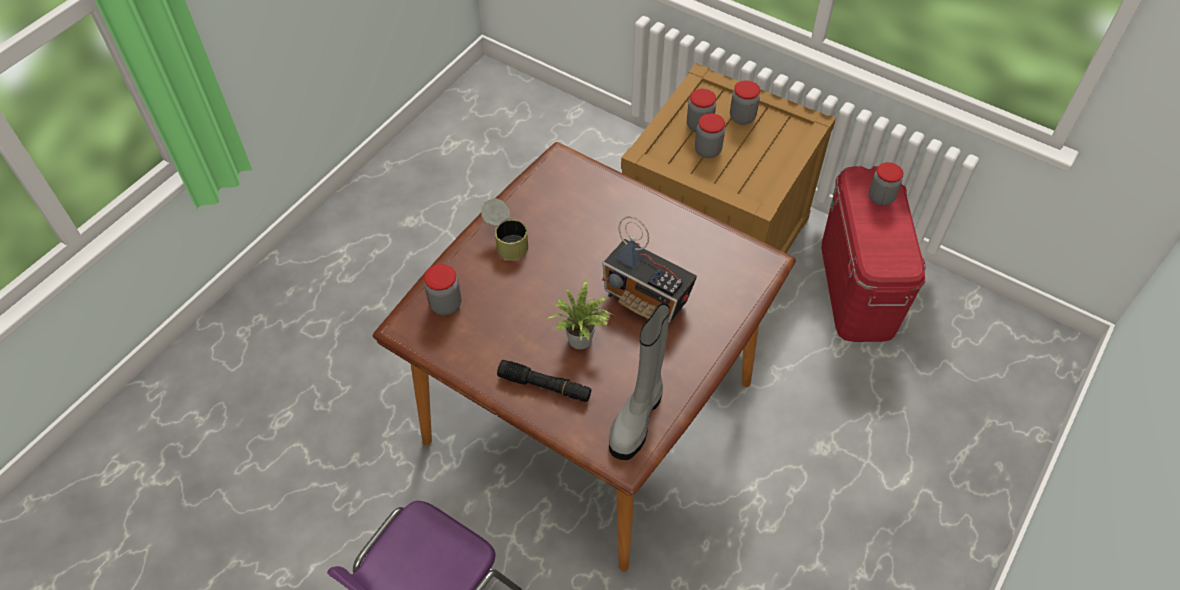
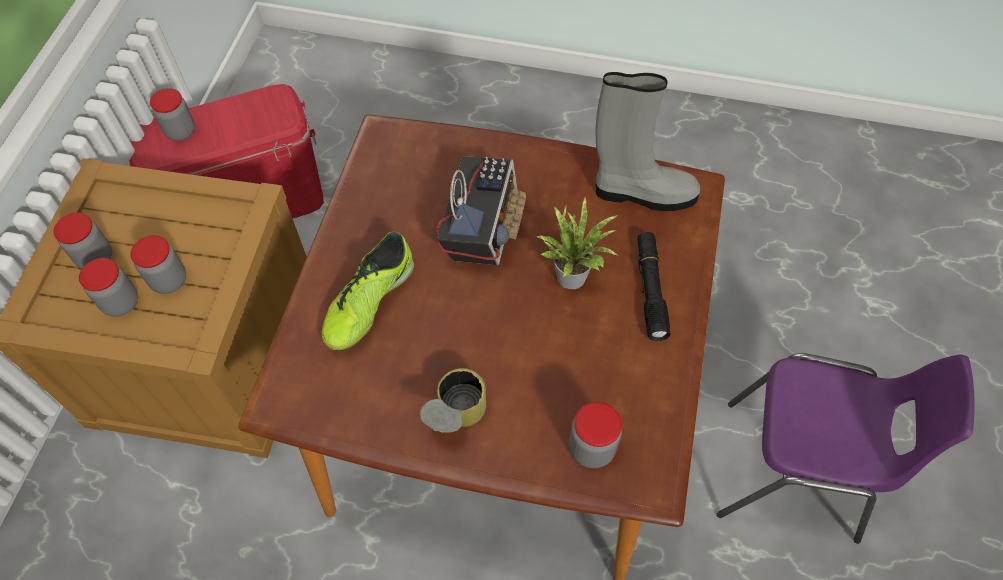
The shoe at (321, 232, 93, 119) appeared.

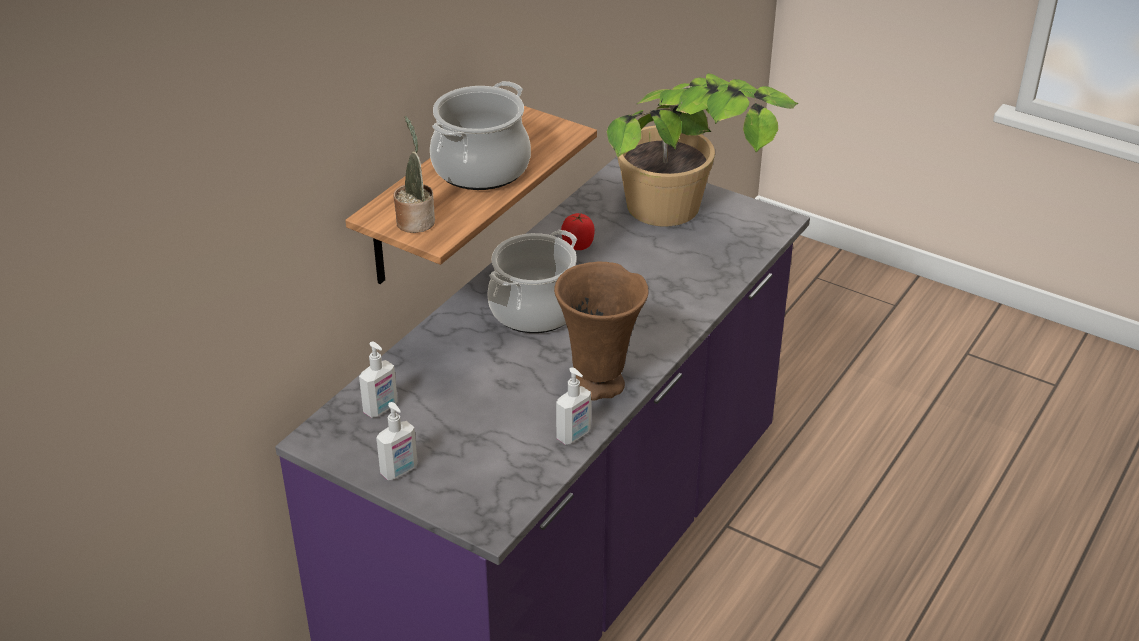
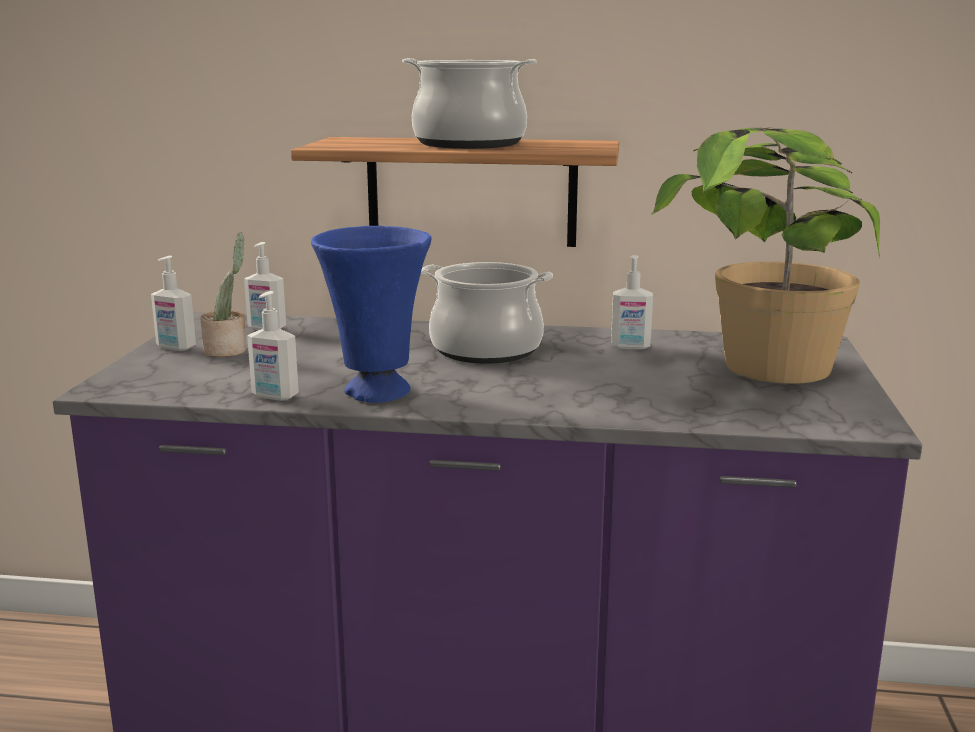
The potted plant moved from (393, 116, 42, 117) to (200, 233, 46, 124). The brown vase at (554, 262, 95, 139) became the blue vase at (311, 226, 121, 177). The tomato at (561, 213, 34, 37) was replaced by the soap dispenser at (611, 255, 42, 95).

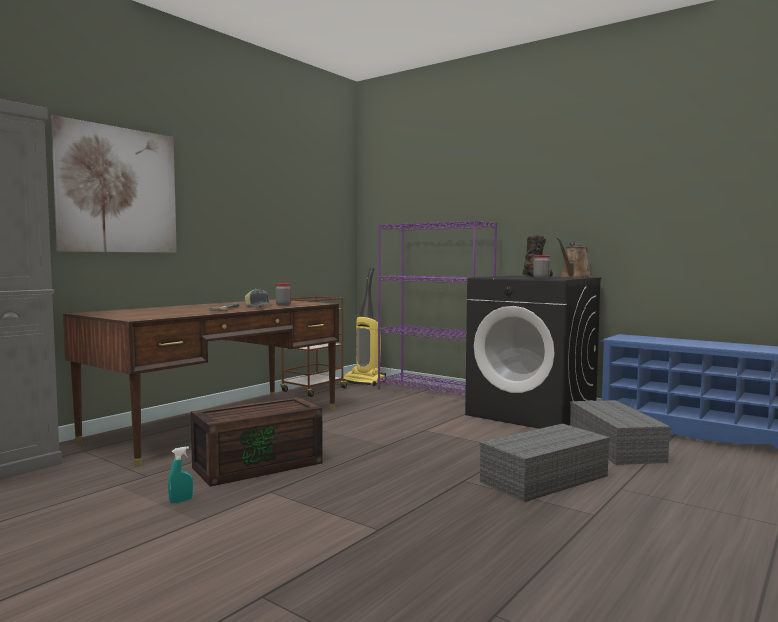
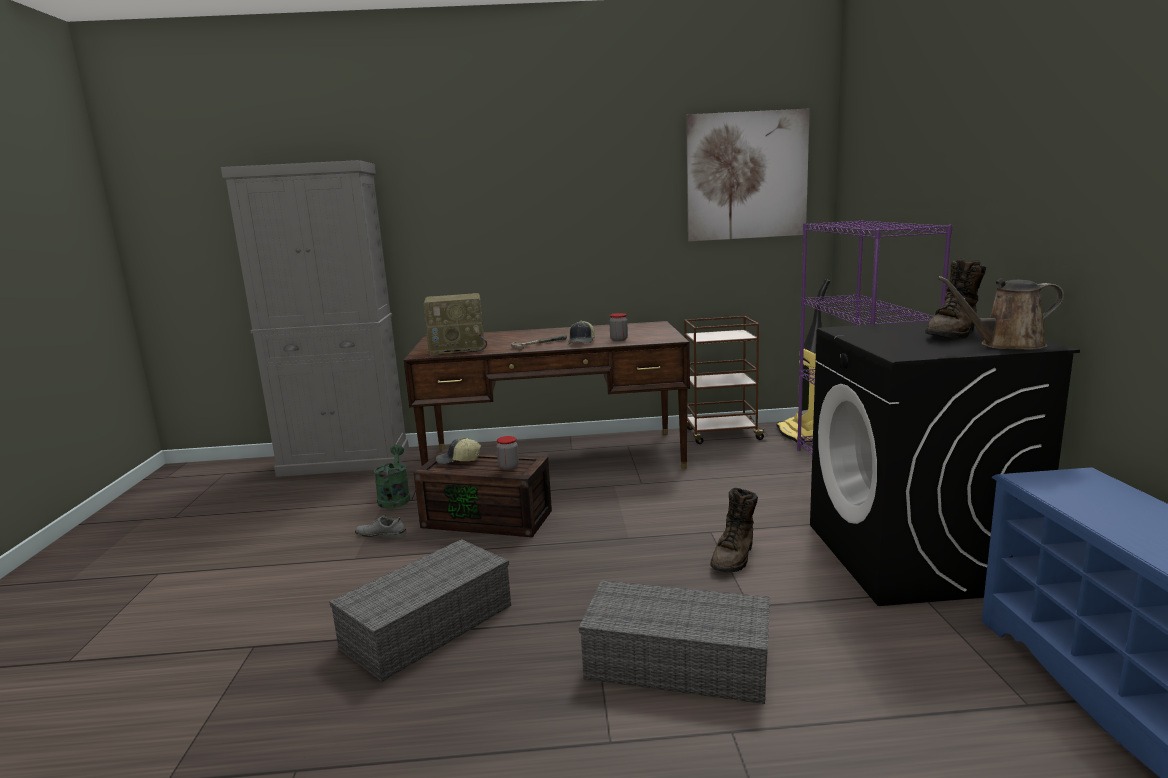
The picture moved from (51, 115, 126, 138) to (686, 109, 124, 132). The turquoise spray bottle at (168, 446, 25, 58) was replaced by the grey shoe at (355, 515, 52, 23). The jar moved from (533, 255, 17, 24) to (496, 436, 23, 34). The grey storage box moved from (570, 400, 101, 65) to (329, 539, 182, 143). The green watering can at (374, 445, 36, 63) appeared. The radio at (423, 293, 64, 63) appeared. The cap at (436, 438, 46, 26) appeared. The brown boot at (711, 488, 47, 85) appeared.

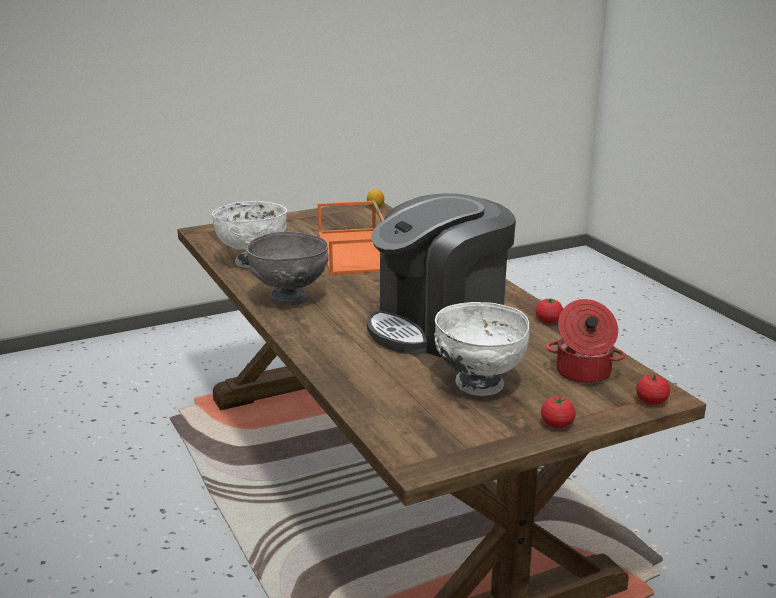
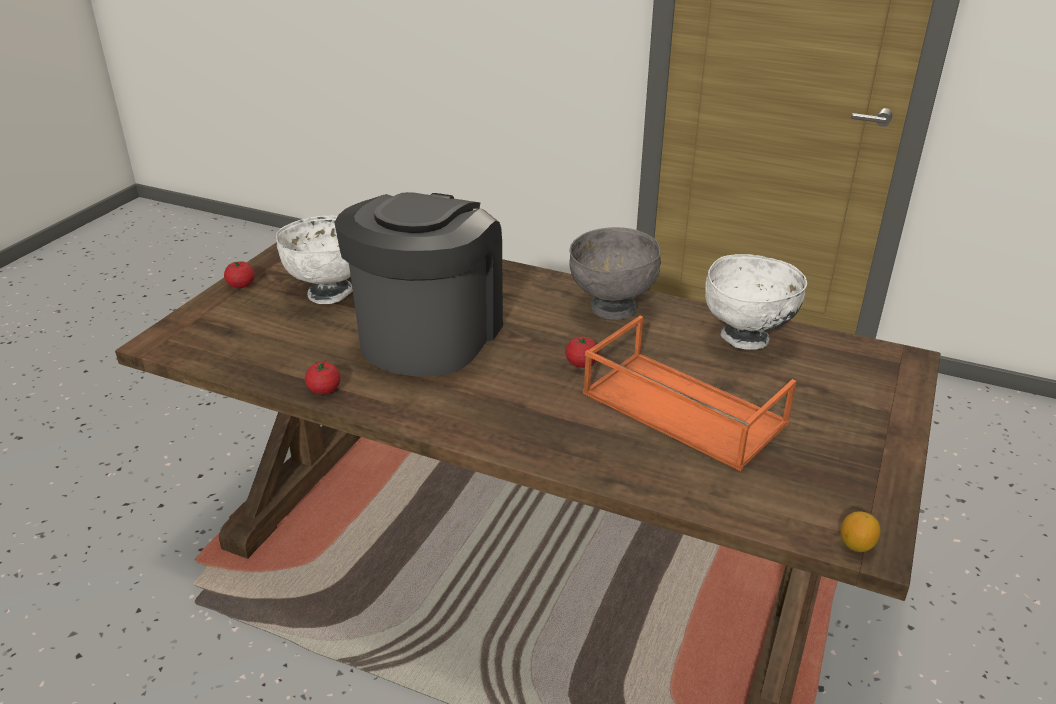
The cooking pot at (546, 299, 79, 85) disappeared. The tomato moved from (636, 373, 34, 32) to (565, 337, 34, 31).

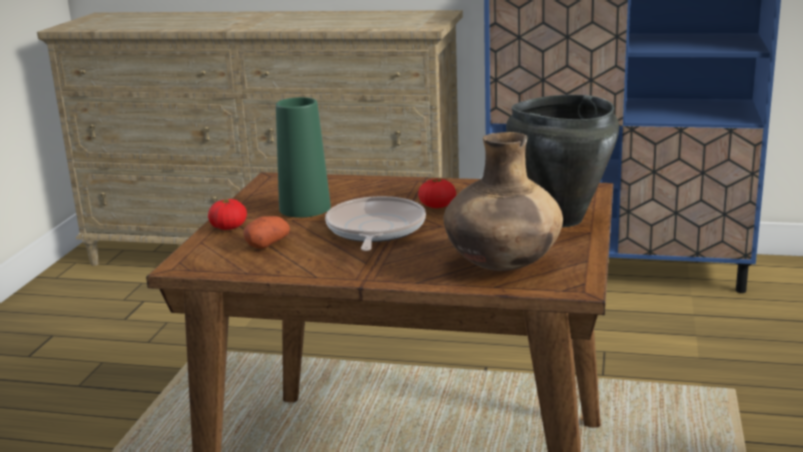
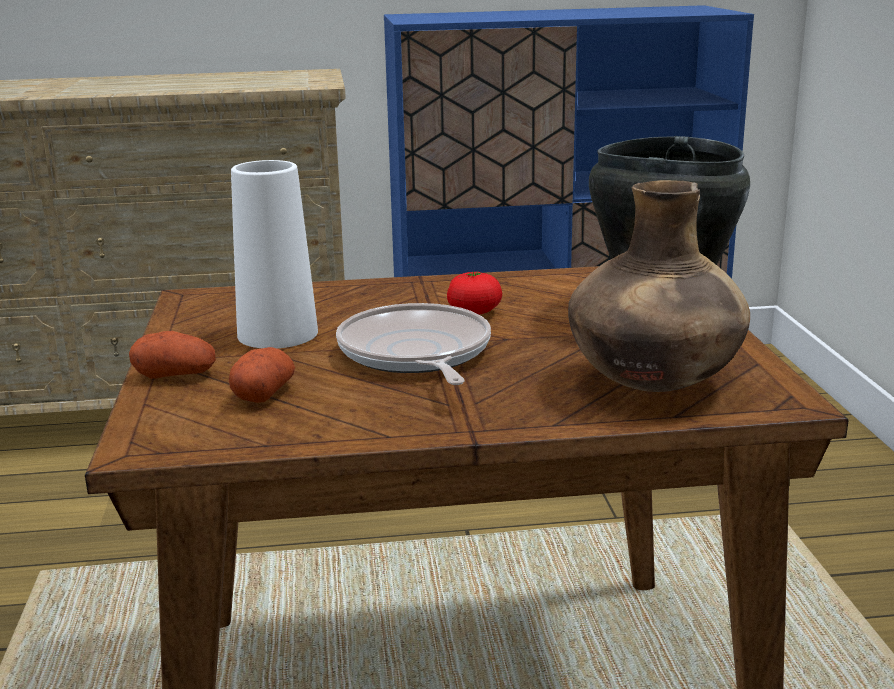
The tomato at (208, 199, 39, 31) was replaced by the potato at (129, 331, 87, 48). The green vase at (276, 97, 55, 121) became the white vase at (231, 160, 87, 188).

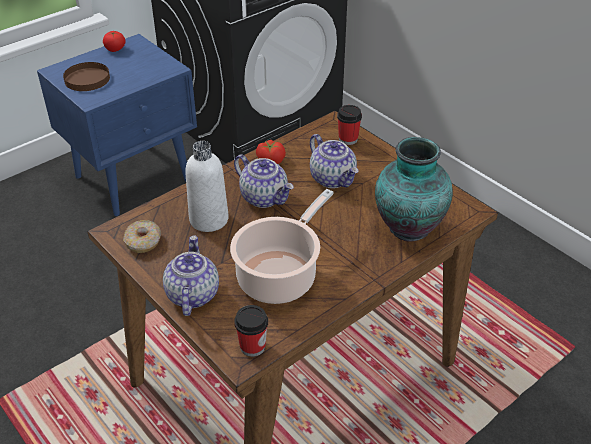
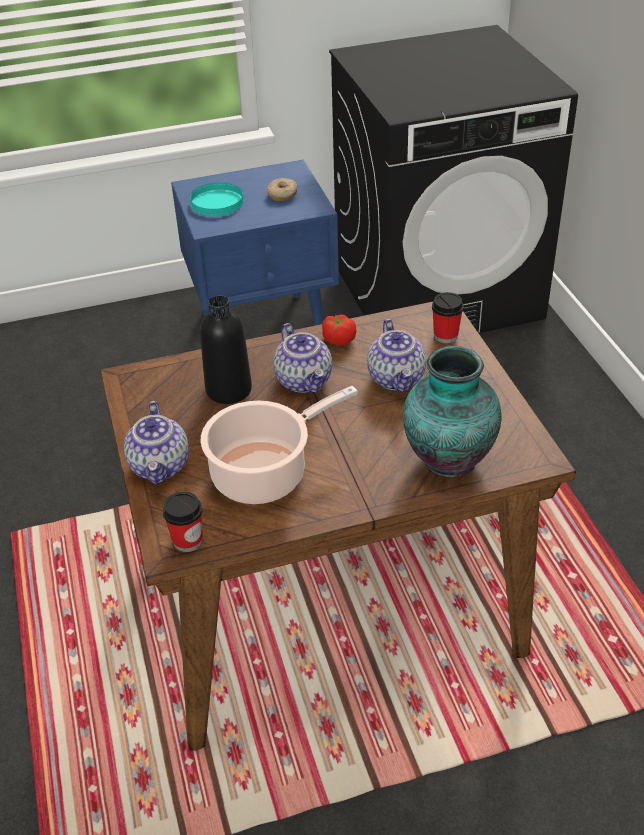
The brown plate at (63, 62, 47, 29) became the turquoise plate at (190, 182, 53, 34). The tomato at (103, 31, 23, 21) disappeared. The donut moved from (123, 220, 38, 33) to (266, 178, 32, 23). The teapot at (163, 235, 56, 81) turned 150 degrees clockwise. The white bottle at (185, 141, 44, 91) became the black bottle at (200, 295, 52, 109).

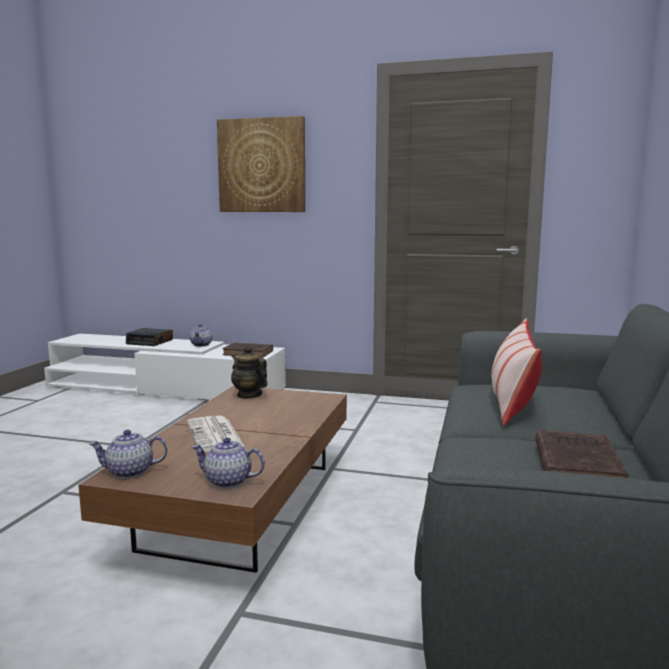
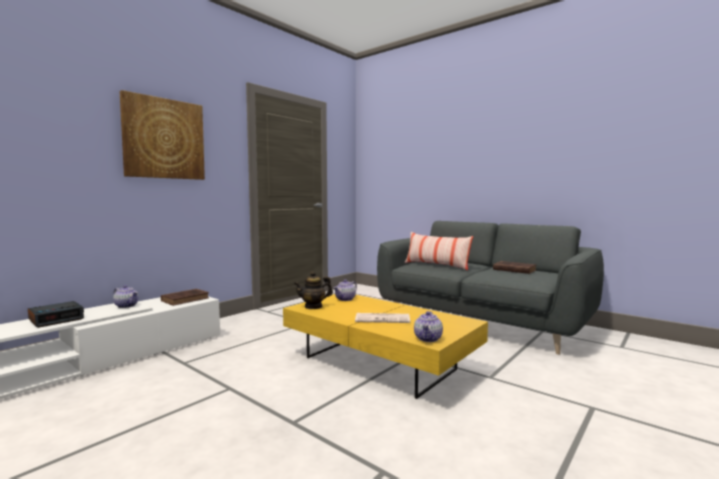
The brown coffee table at (78, 386, 269, 187) became the yellow coffee table at (283, 294, 205, 105). The teapot moved from (192, 437, 73, 51) to (333, 279, 24, 22).

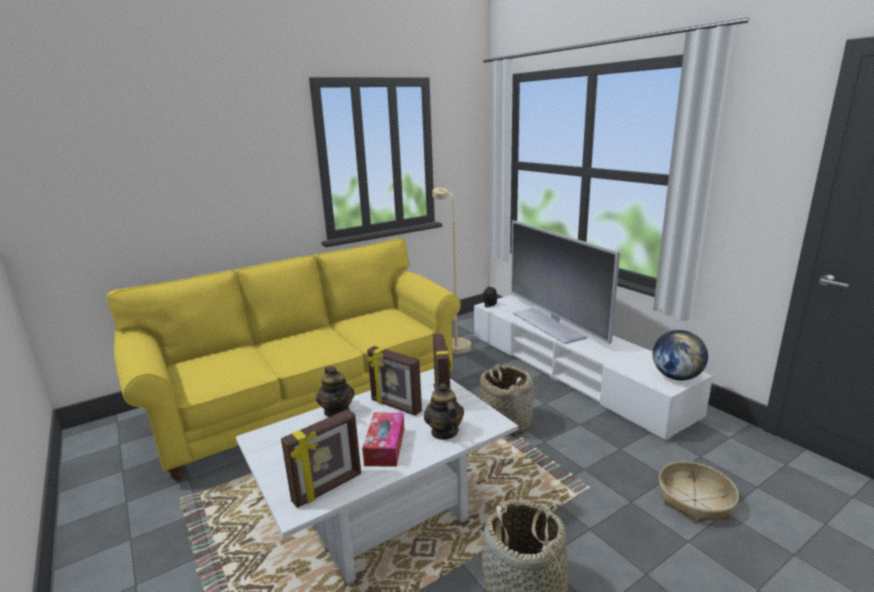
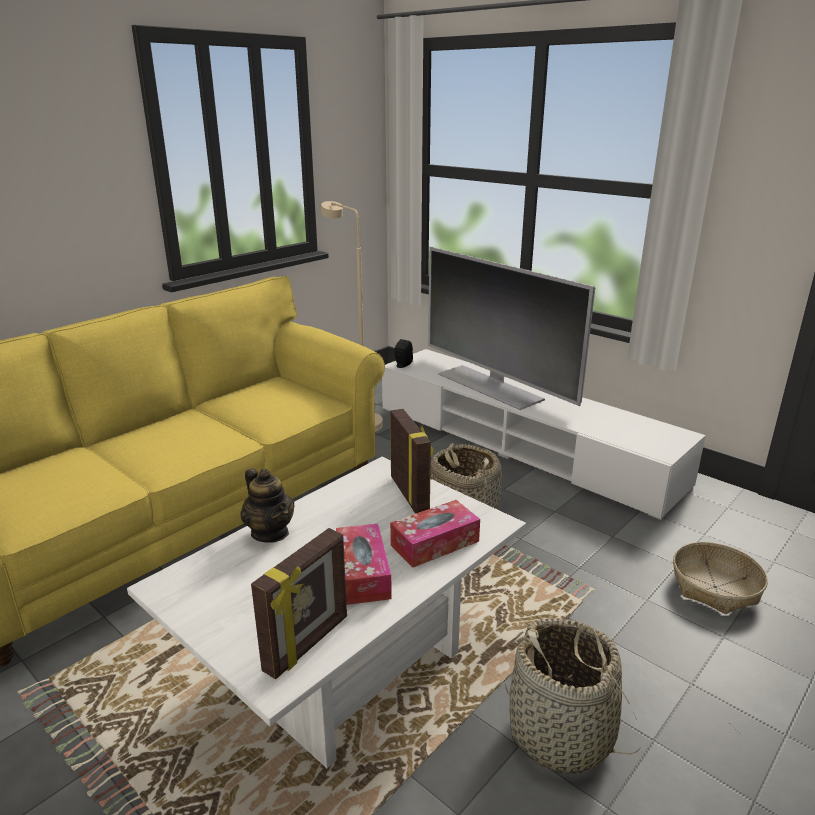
The picture frame at (367, 346, 55, 70) disappeared. The teapot at (424, 383, 40, 57) was replaced by the tissue box at (390, 500, 90, 68). The globe at (653, 330, 55, 50) disappeared.

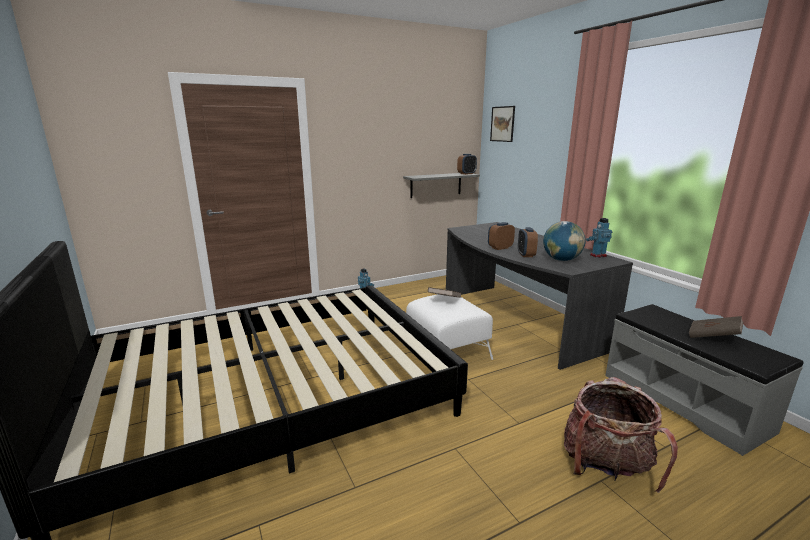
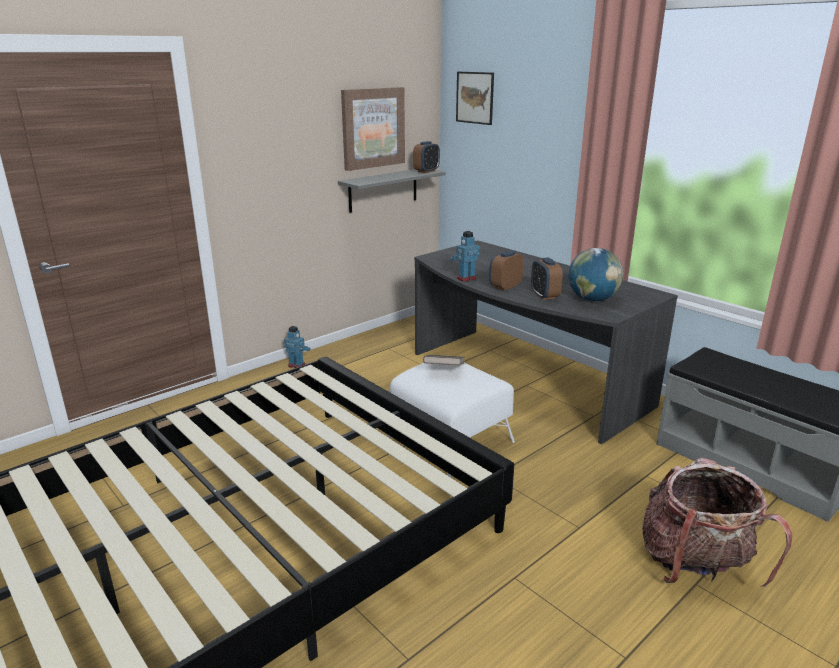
The toy robot moved from (586, 218, 26, 40) to (450, 231, 30, 51). The brown book at (689, 316, 54, 22) disappeared. The picture at (341, 87, 64, 84) appeared.

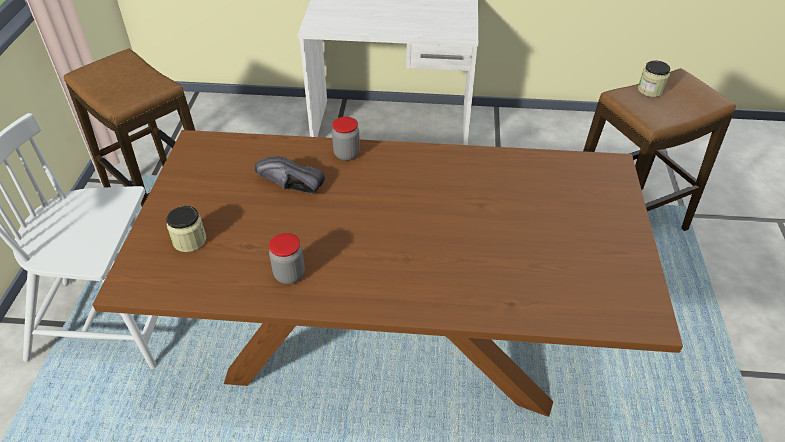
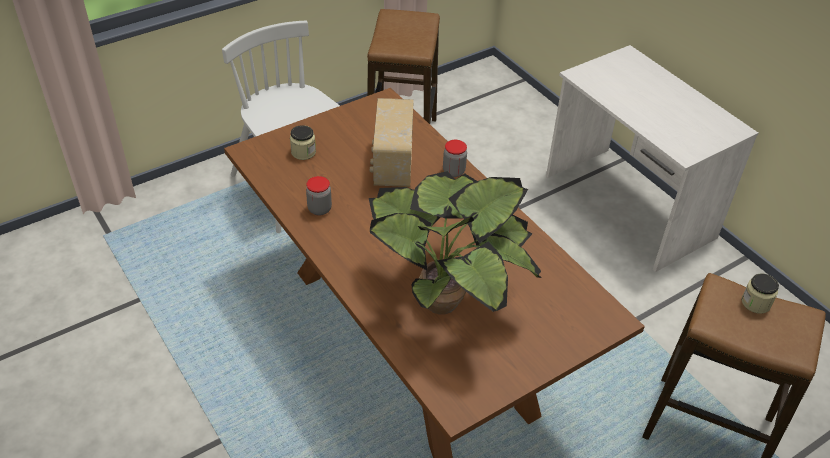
The black shoe at (255, 156, 70, 38) was replaced by the radio at (370, 98, 44, 89). The potted plant at (369, 171, 173, 144) appeared.

